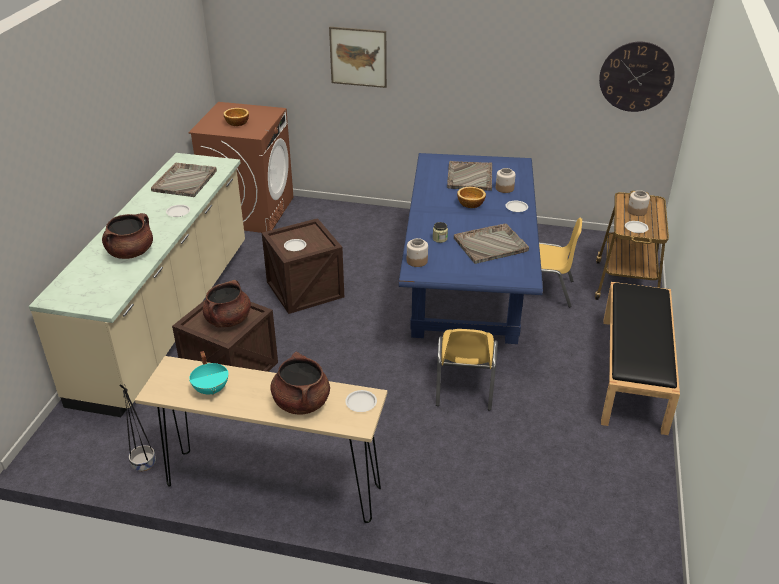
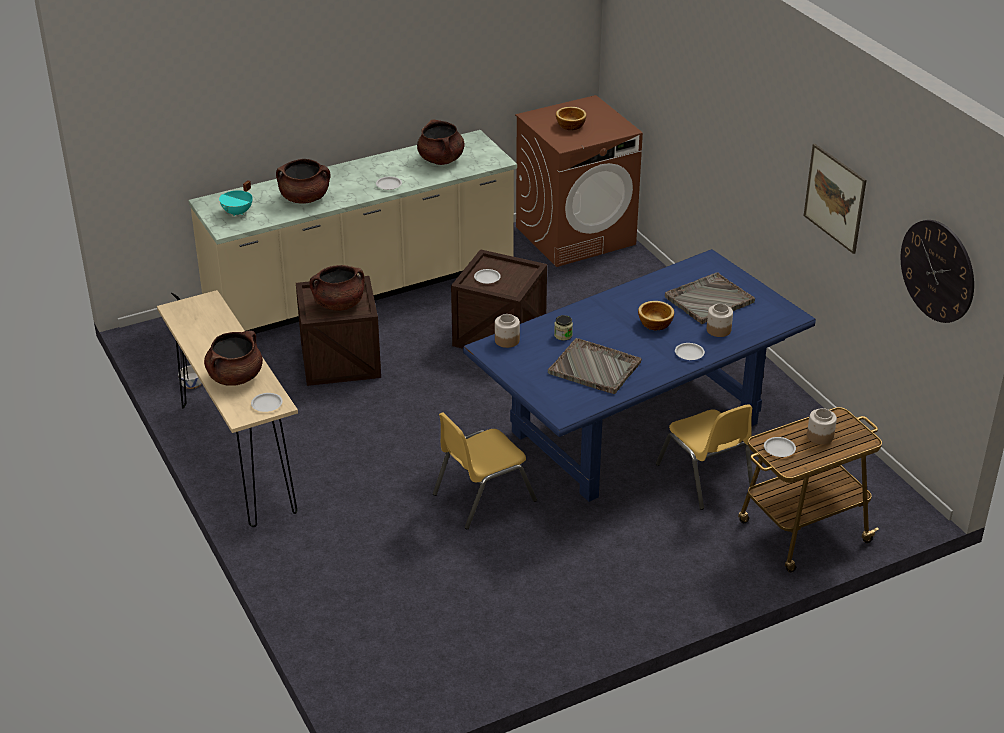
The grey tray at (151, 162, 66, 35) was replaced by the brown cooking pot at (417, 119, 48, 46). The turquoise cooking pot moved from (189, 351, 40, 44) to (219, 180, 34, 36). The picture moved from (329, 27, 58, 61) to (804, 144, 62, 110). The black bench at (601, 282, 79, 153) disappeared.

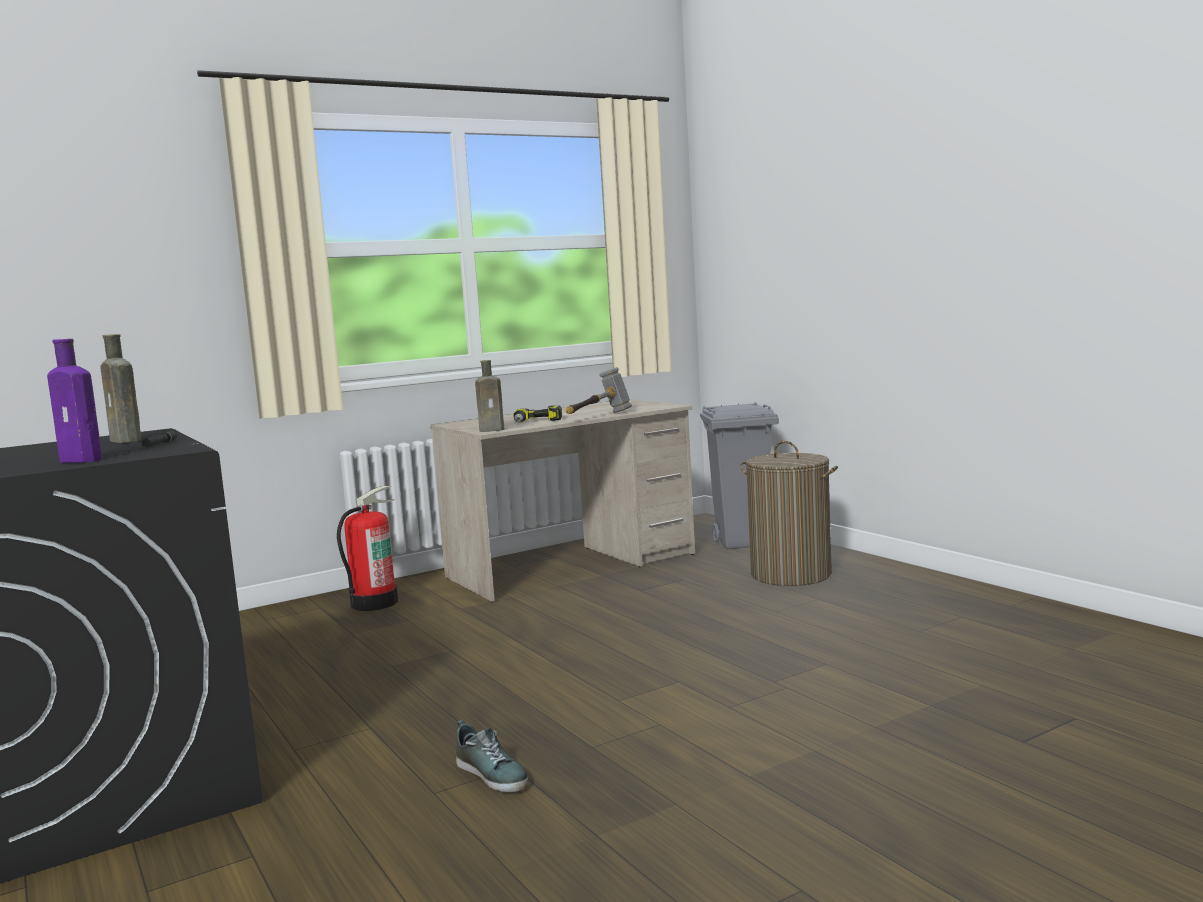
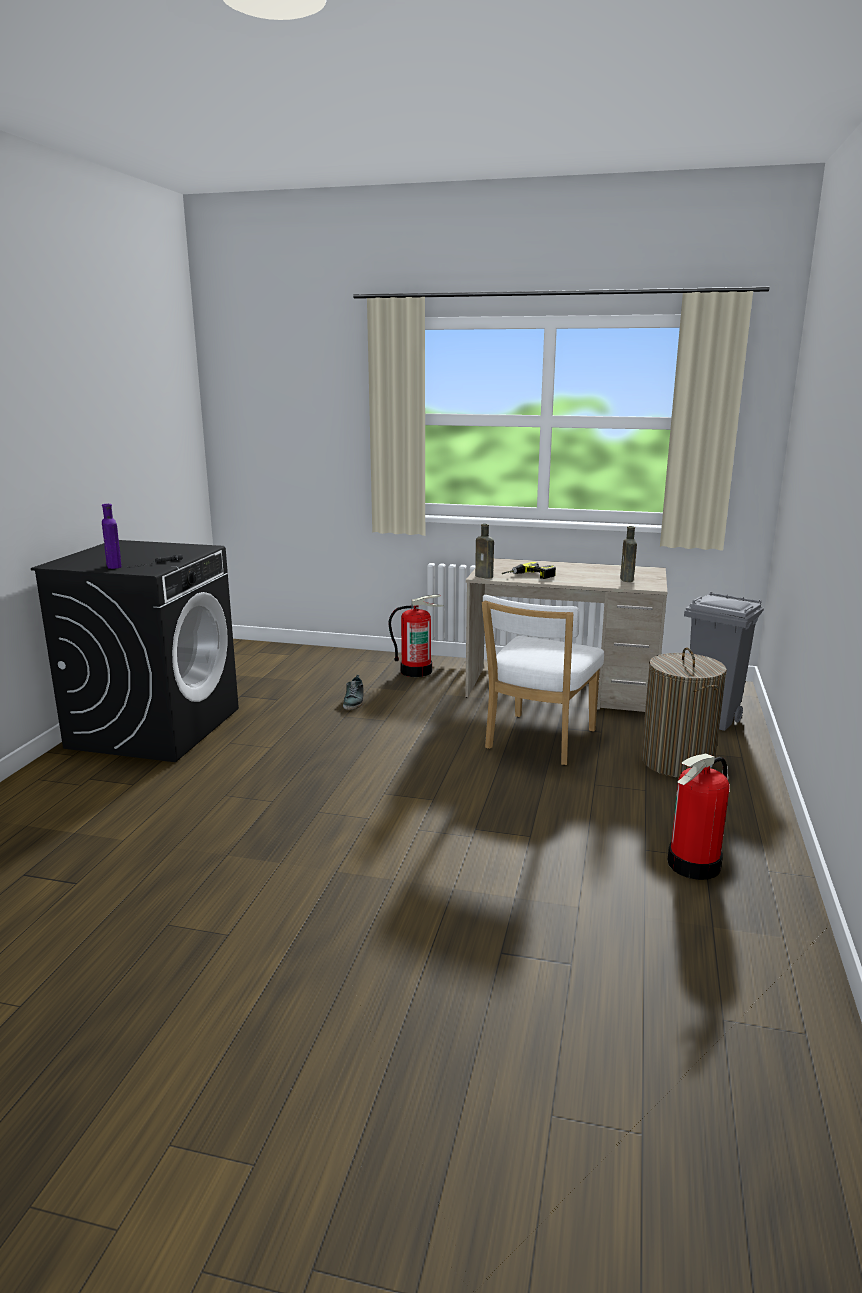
The brown bottle moved from (100, 334, 41, 109) to (620, 526, 17, 56). The shoe moved from (456, 720, 73, 72) to (343, 675, 21, 35). The hammer at (566, 367, 66, 47) disappeared. The white chair at (482, 595, 122, 170) appeared. The fire extinguisher at (667, 753, 62, 127) appeared.

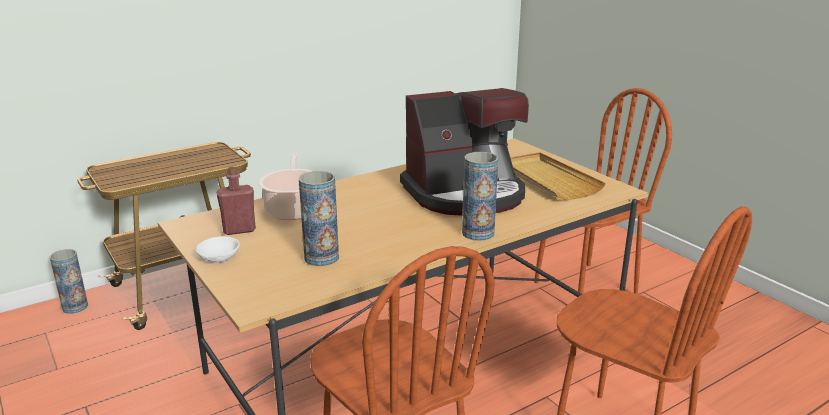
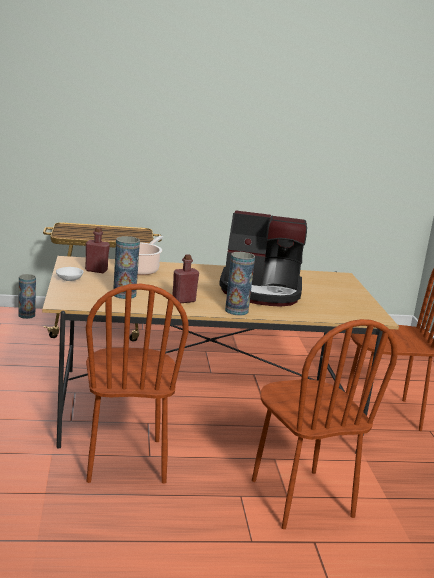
The beige tray at (510, 152, 96, 48) disappeared. The red bottle at (172, 254, 27, 49) appeared.

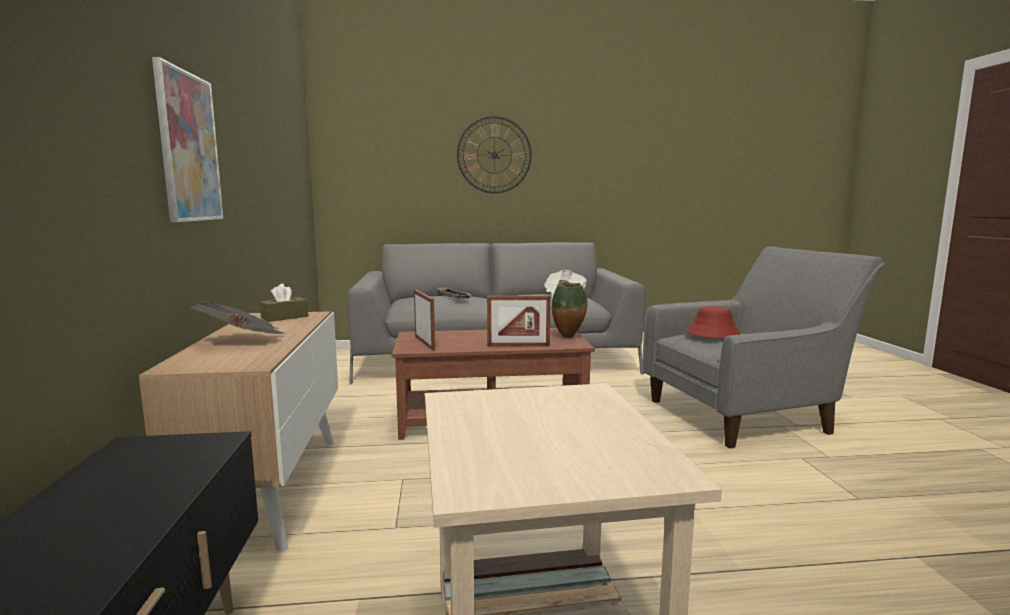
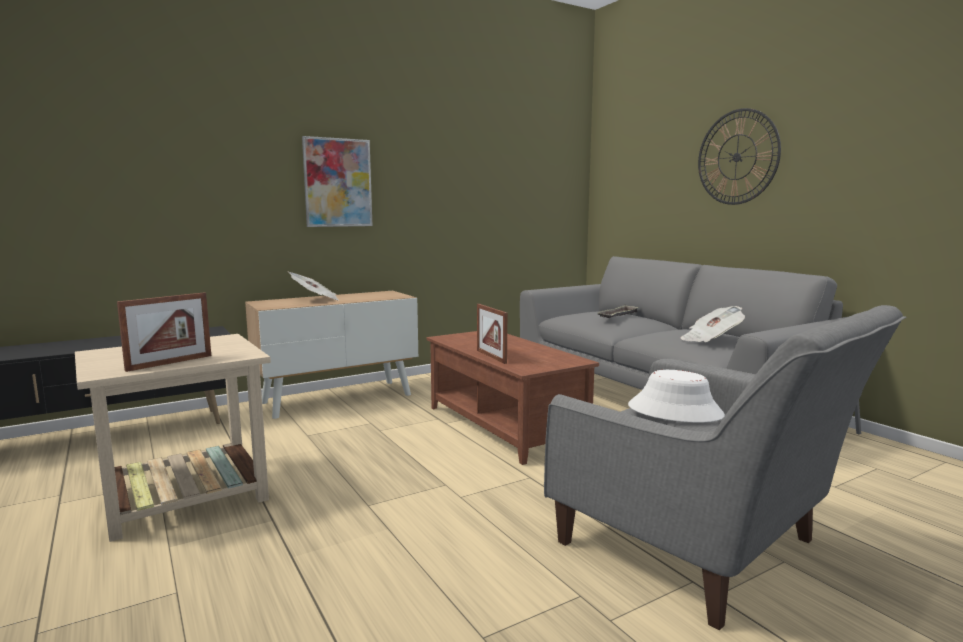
The brown tissue box at (260, 284, 48, 38) disappeared. The picture frame moved from (414, 290, 21, 61) to (117, 292, 94, 80). The vase at (552, 282, 35, 56) disappeared. The red hat at (686, 306, 55, 32) became the white hat at (628, 370, 97, 53).

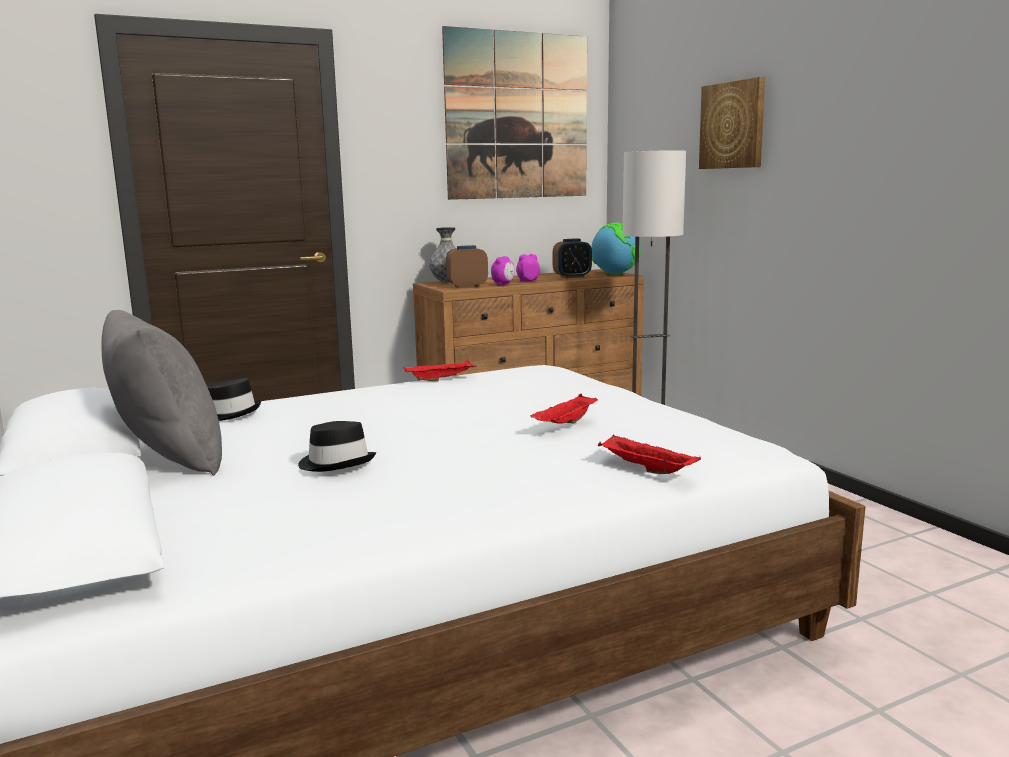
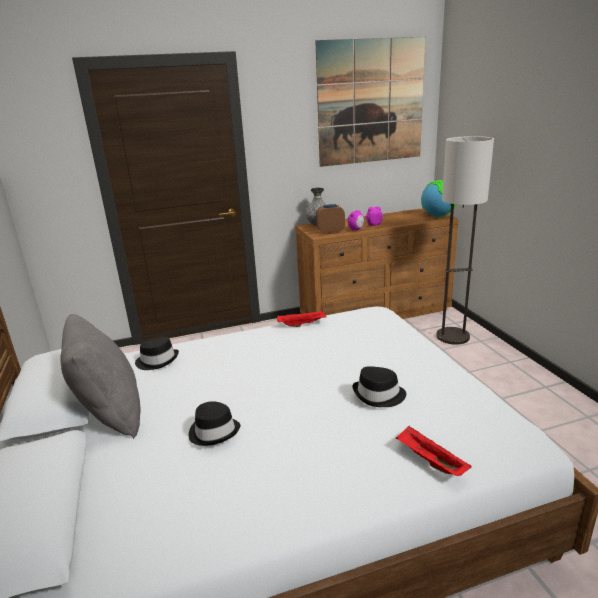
The red tray at (530, 394, 68, 30) was replaced by the black hat at (352, 366, 54, 41). The alarm clock at (553, 238, 39, 40) disappeared. The picture at (699, 77, 66, 92) disappeared.

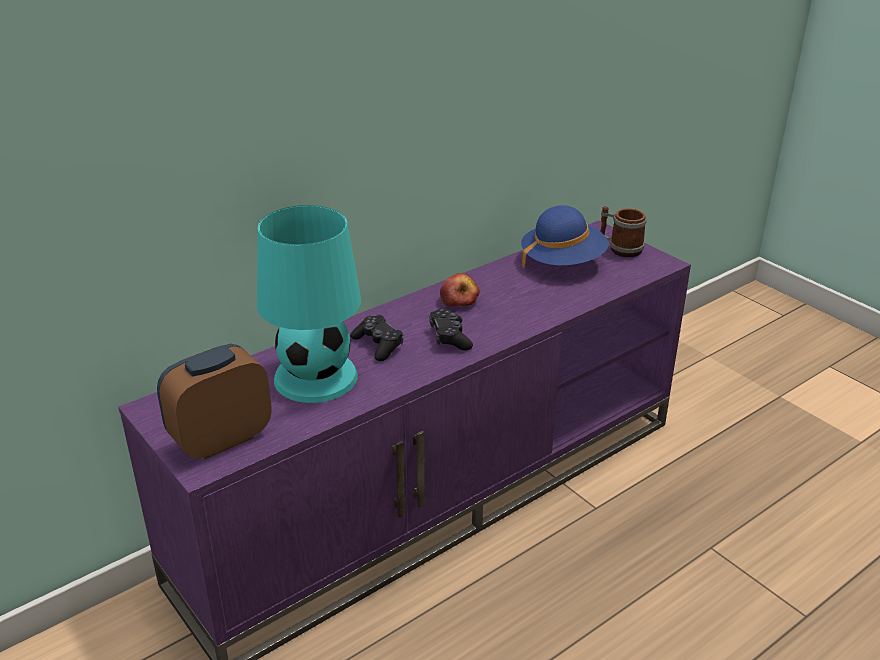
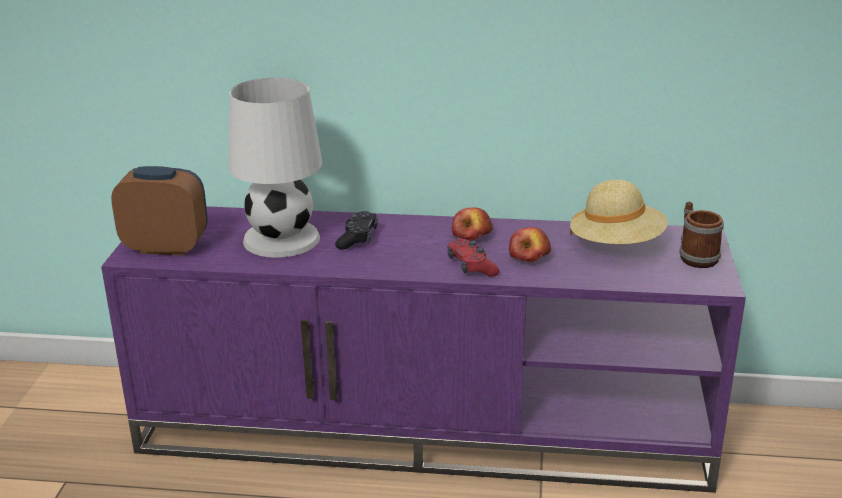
The turquoise table lamp at (257, 205, 104, 198) became the white table lamp at (228, 78, 94, 180). The black game controller at (429, 308, 44, 43) disappeared. The blue hat at (521, 205, 88, 64) became the beige hat at (570, 180, 98, 64). The red game controller at (447, 238, 53, 38) appeared. The apple at (509, 227, 42, 36) appeared.

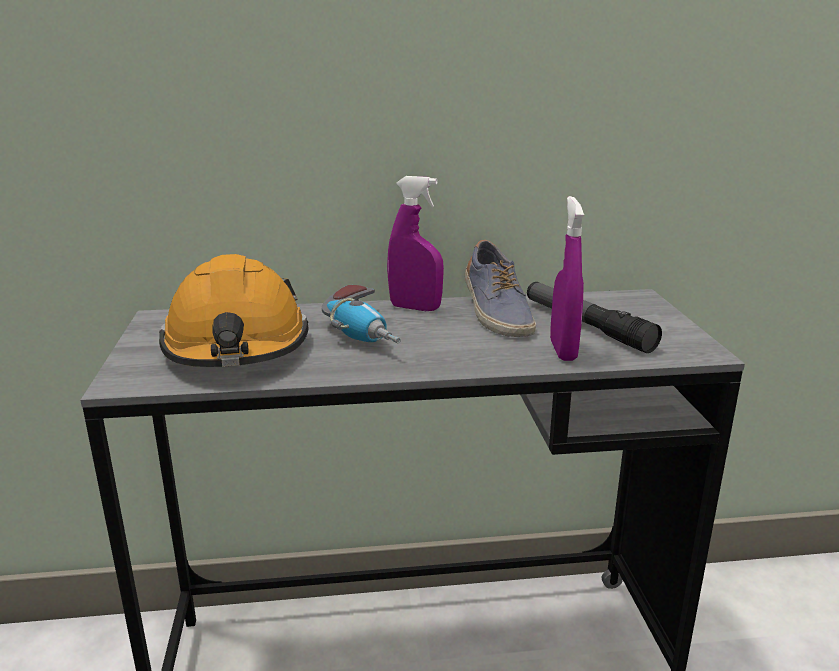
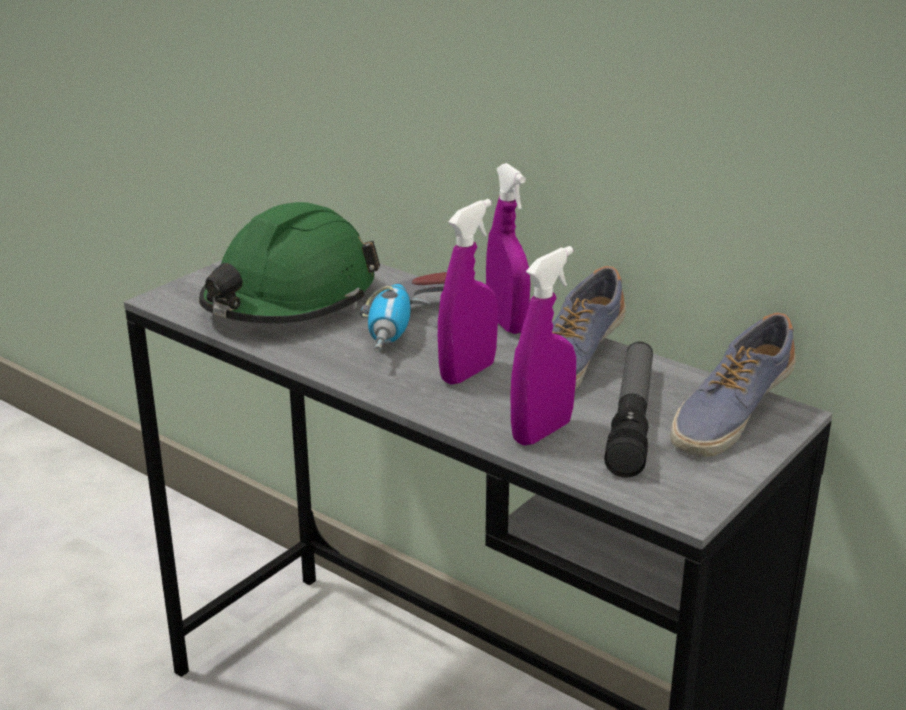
The orange hard hat at (159, 254, 149, 113) became the green hard hat at (199, 202, 181, 121). The purple spray bottle at (438, 199, 60, 186) appeared. The shoe at (670, 313, 126, 144) appeared.

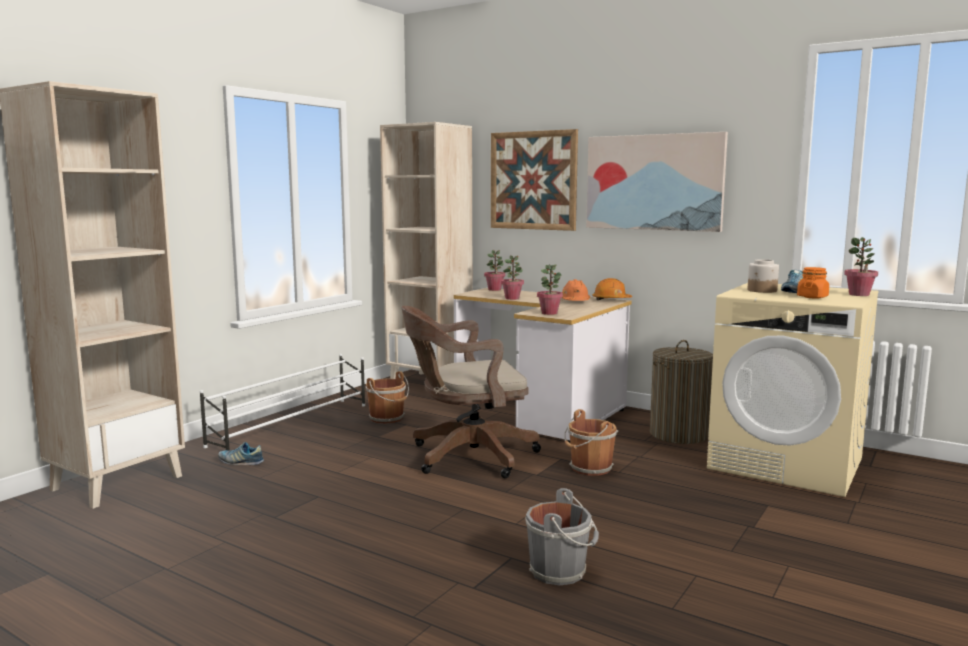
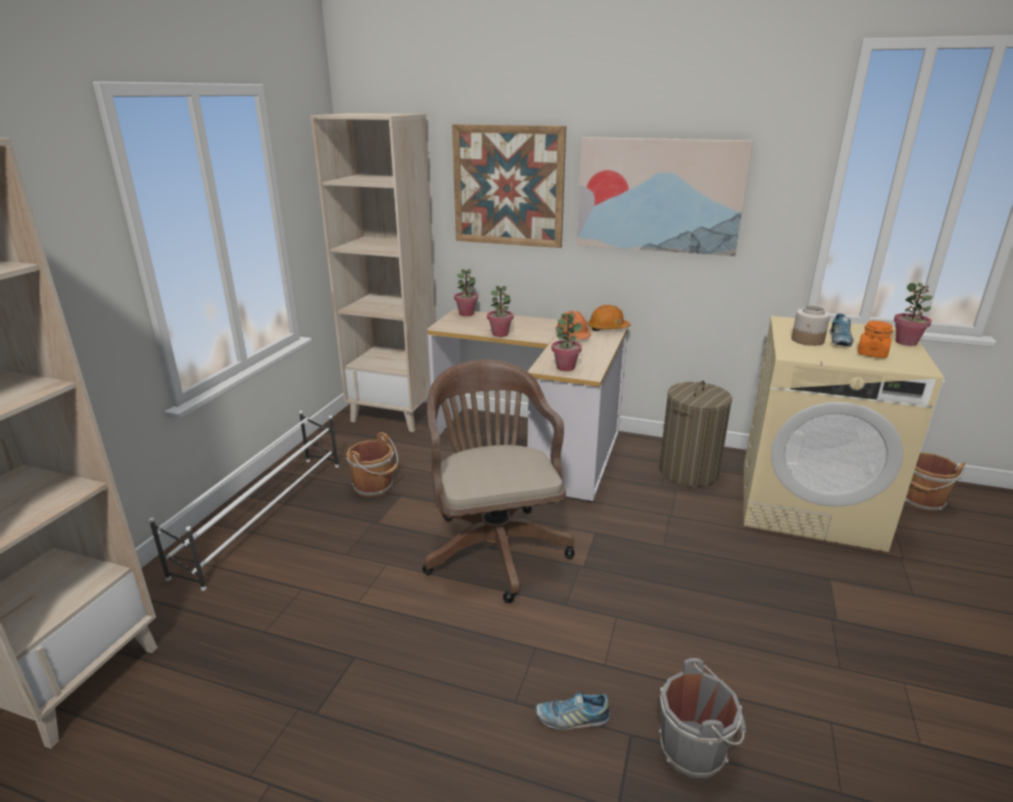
The shoe moved from (218, 442, 46, 23) to (535, 691, 75, 39). The brown office chair at (401, 306, 140, 172) turned 105 degrees clockwise. The brown bucket moved from (564, 409, 54, 67) to (905, 452, 60, 60).

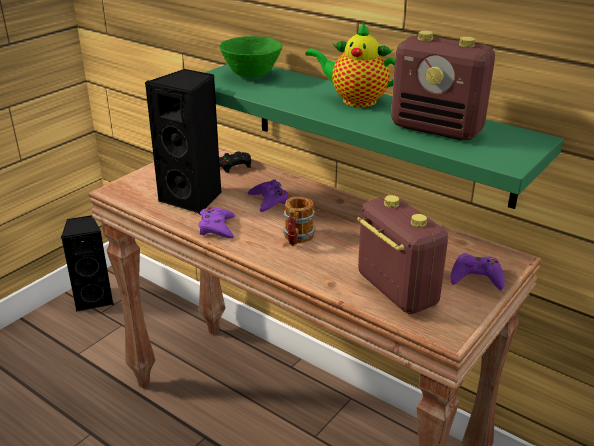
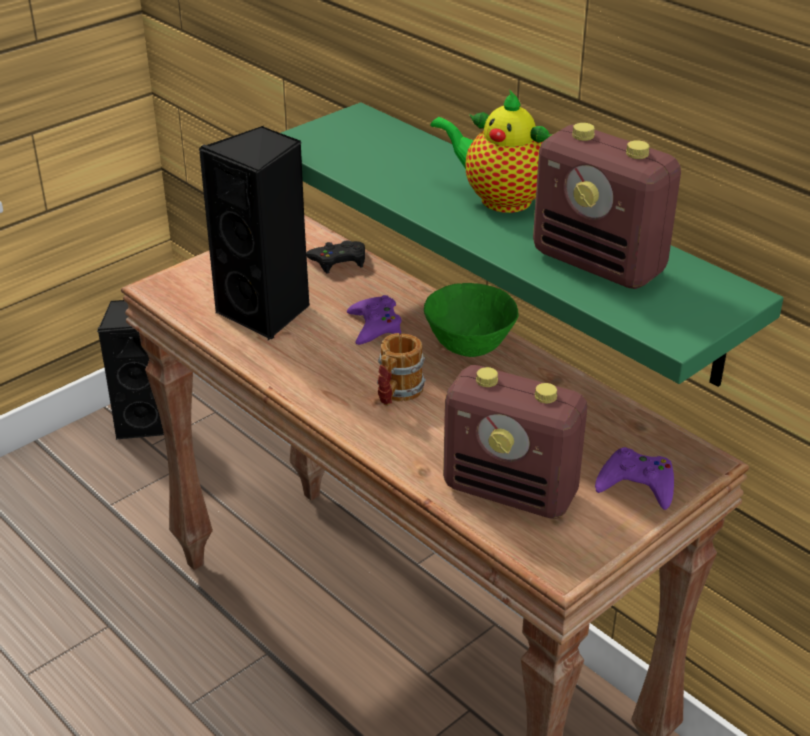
The purple game controller at (198, 207, 37, 31) disappeared. The green bowl moved from (220, 36, 63, 42) to (424, 283, 95, 74). The radio at (357, 195, 91, 119) turned 135 degrees clockwise.

